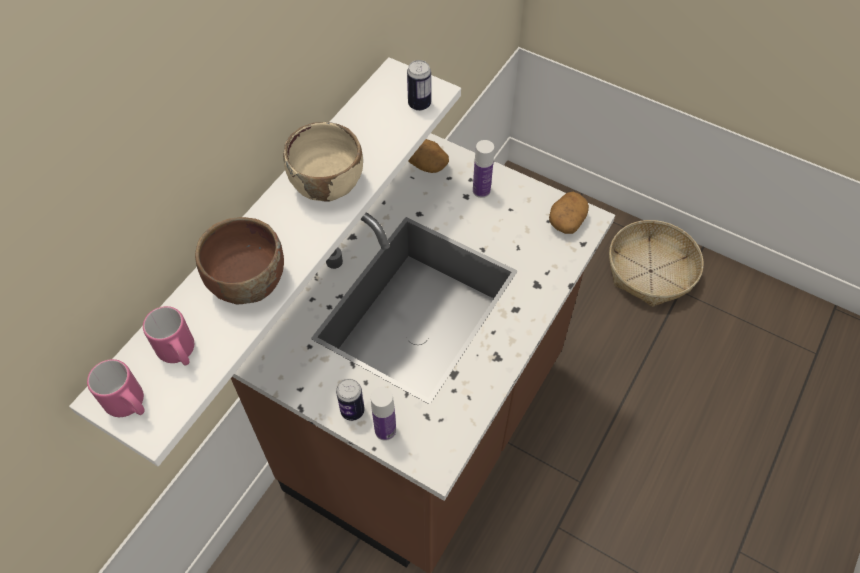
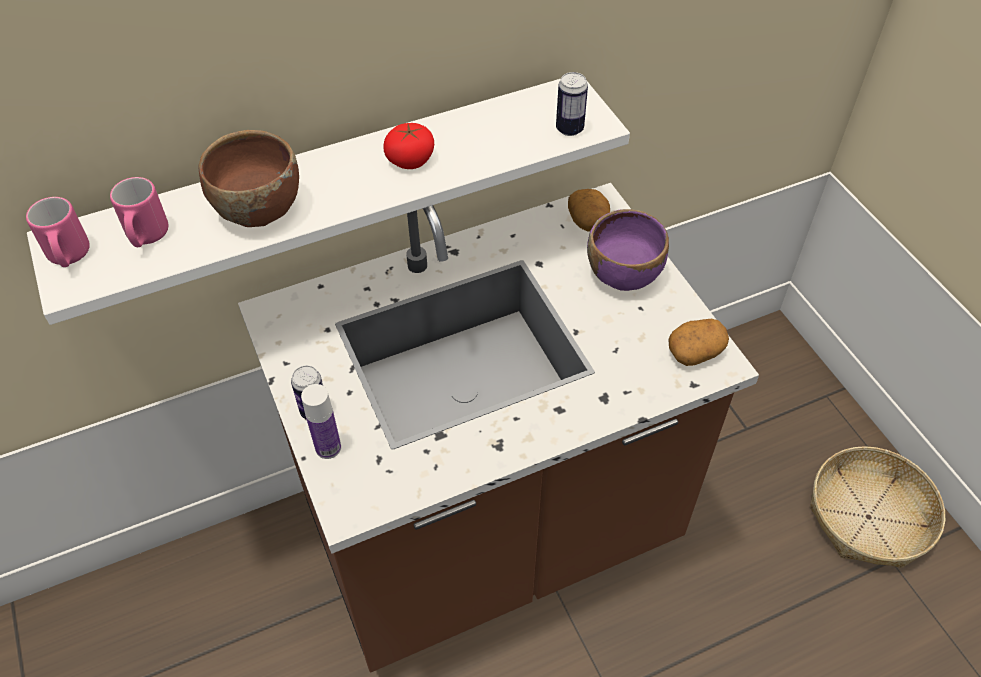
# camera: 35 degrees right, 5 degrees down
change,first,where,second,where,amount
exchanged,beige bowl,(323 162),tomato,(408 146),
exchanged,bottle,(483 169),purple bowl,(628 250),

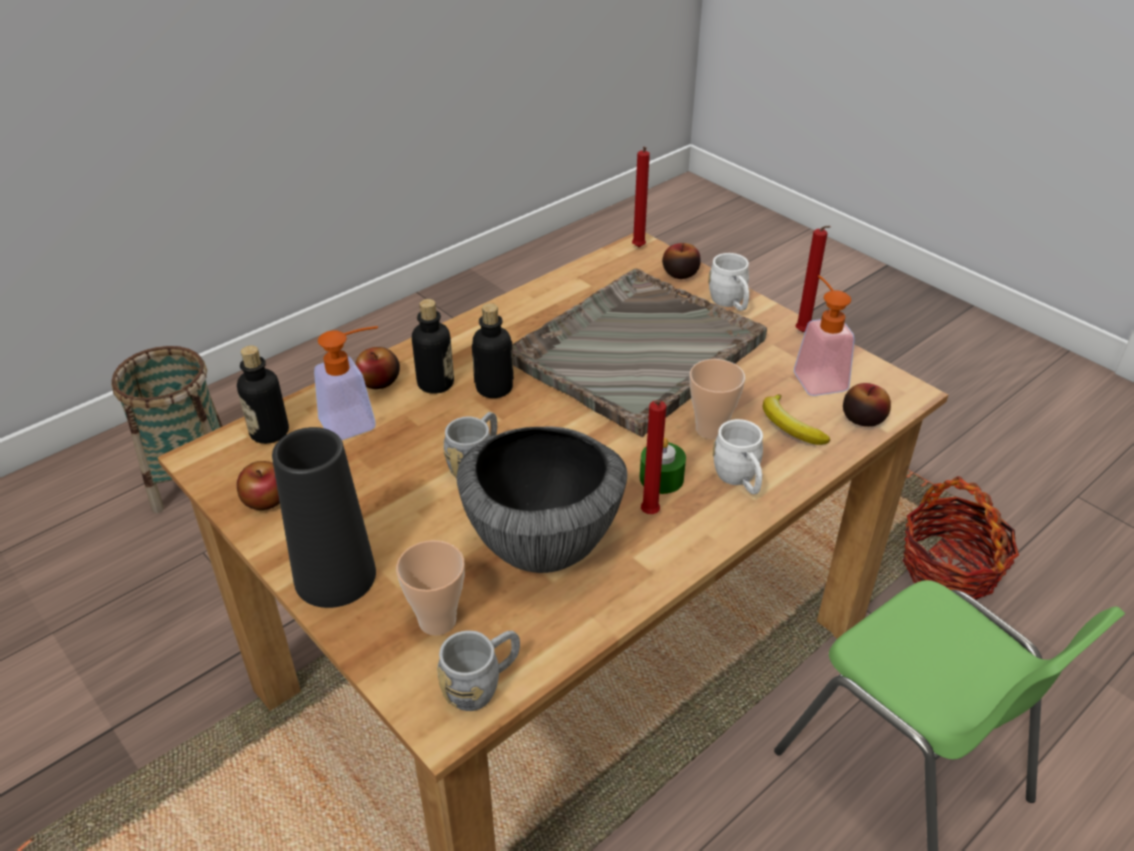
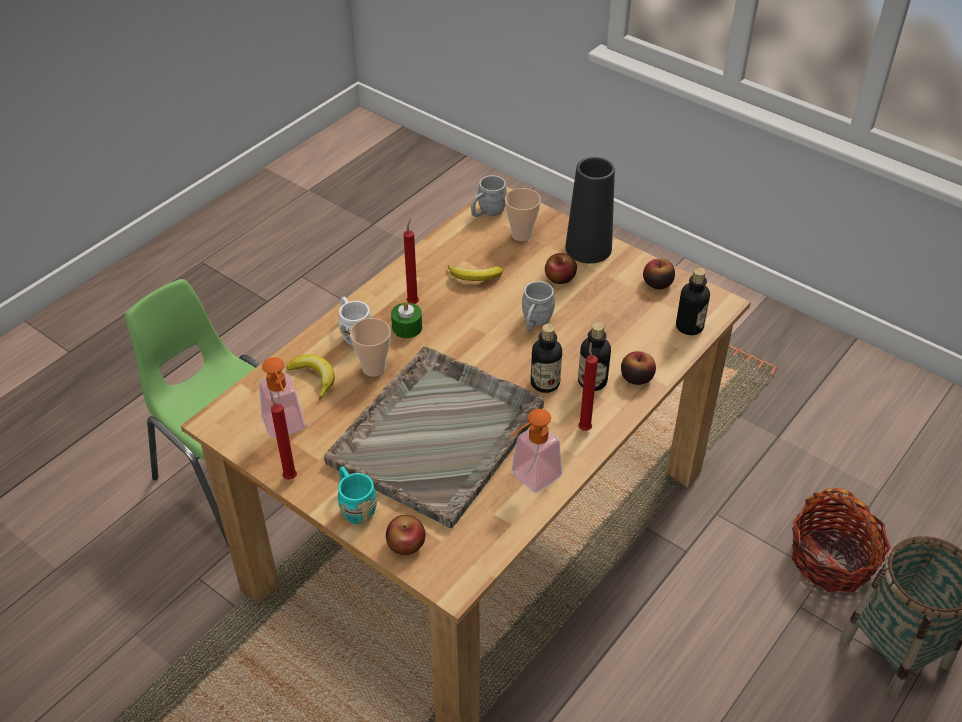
# camera: 170 degrees right, 5 degrees up
change,first,where,second,where,amount
colour,white mug,(728 282),turquoise mug,(358 495),
exchanged,bowl,(542 500),banana,(475 273),
relocated,soap dispenser,(346 383),,(536 451),
relocated,apple,(867 405),,(561 268),
relocated,red candle,(641 197),,(588 386),
relocated,basket,(960 538),,(841 540),

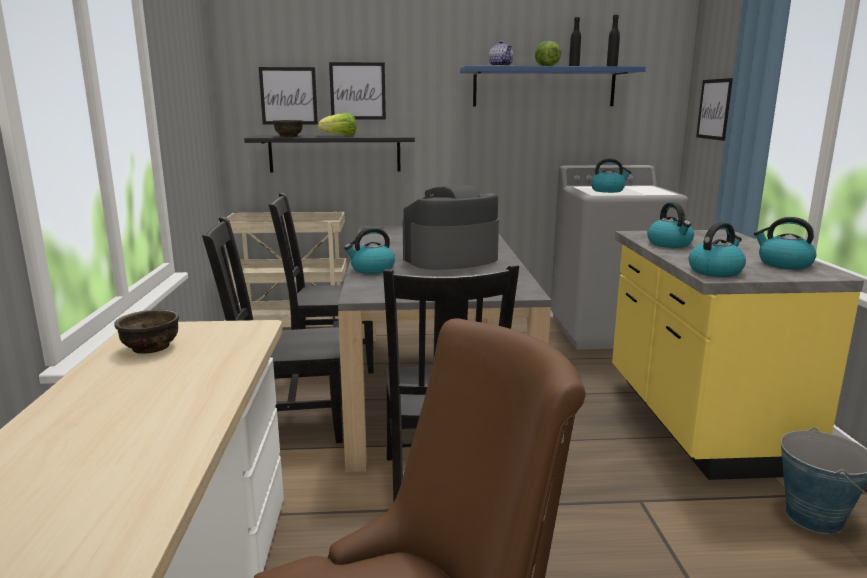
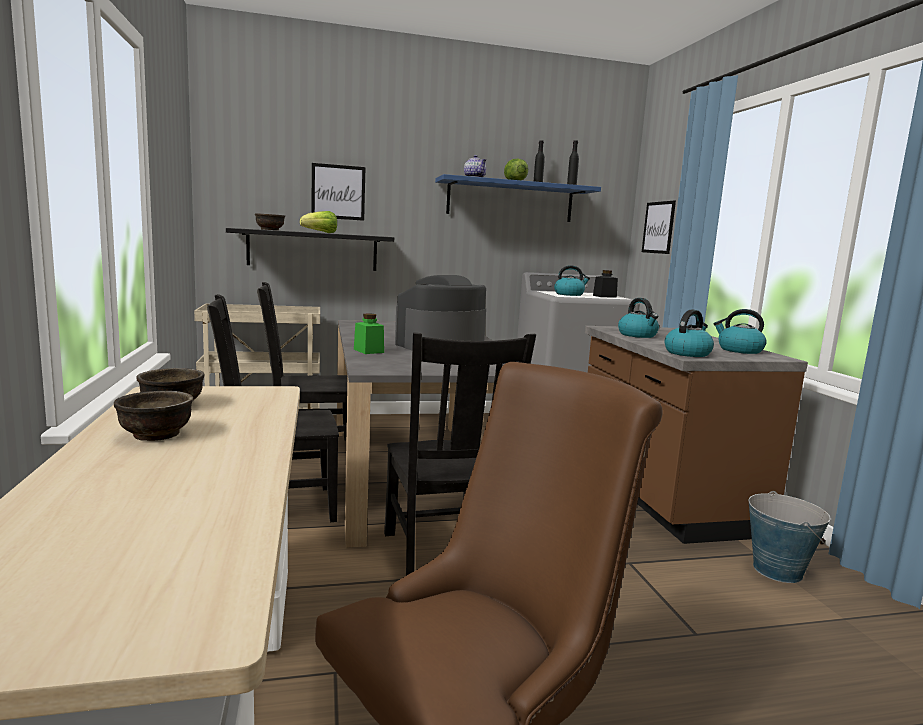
# camera: 10 degrees left, 5 degrees down
change,first,where,second,where,amount
appeared,,,brown bowl,(153 416),
exchanged,kettle,(369 250),green jar,(369 333),
colour,yellow counter,(738 355),brown counter,(696 435),
appeared,,,black jar,(605 284),
missing,picture,(288 95),,,

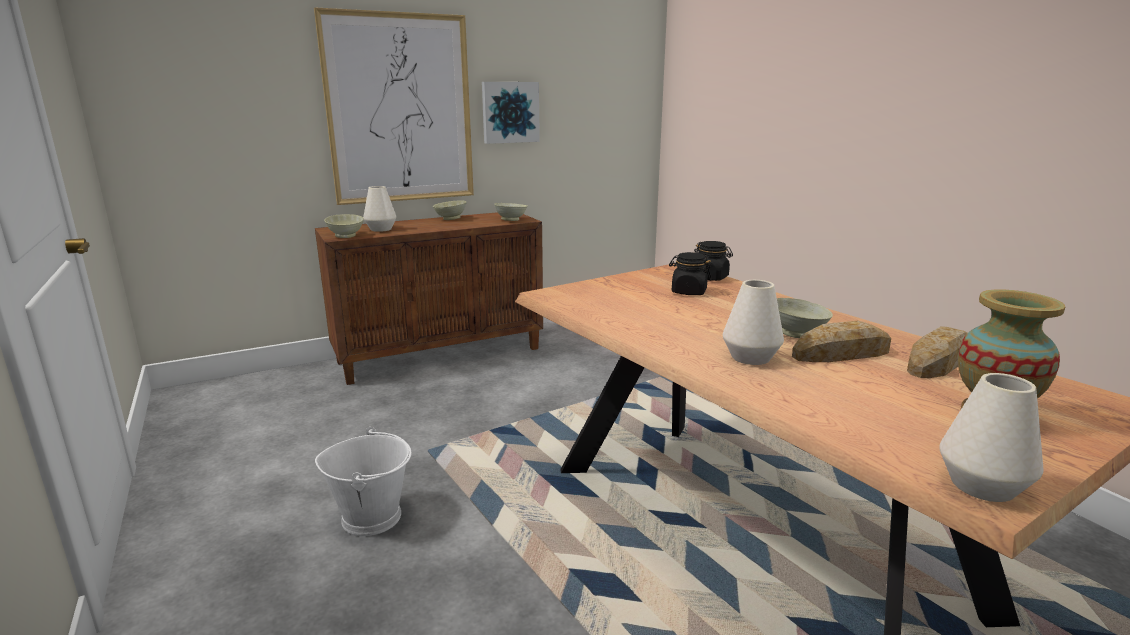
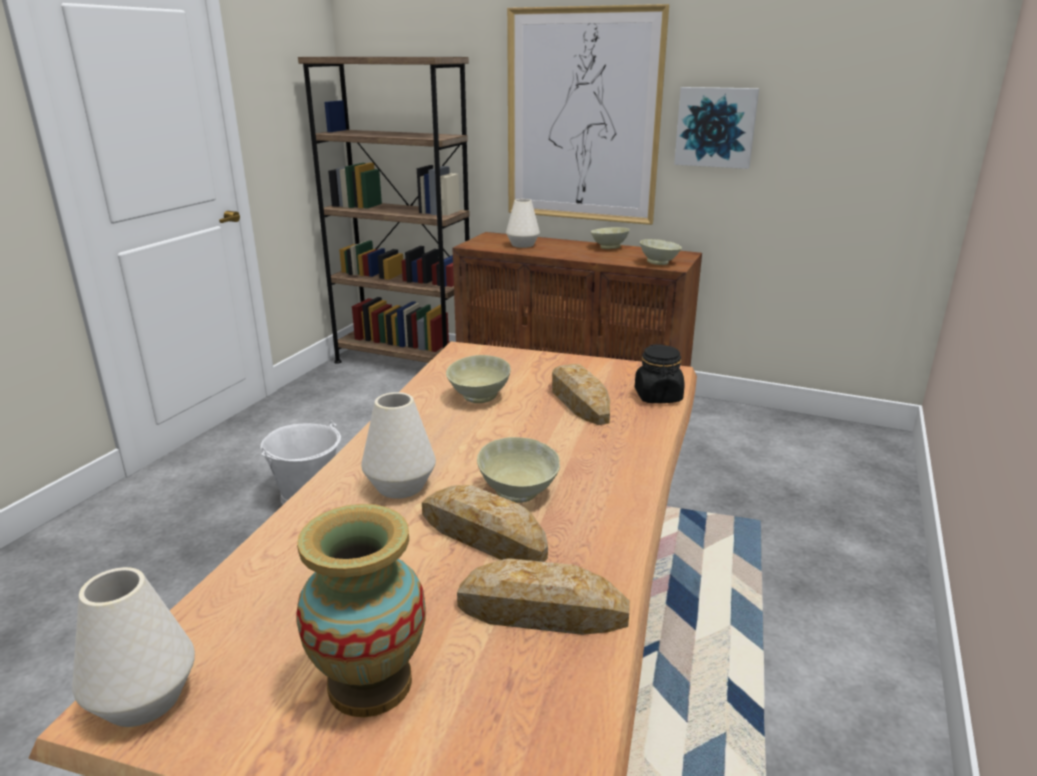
# camera: 50 degrees right, 5 degrees up
change,first,where,second,where,amount
appeared,,,brown bookcase,(384 210),
relocated,beige bowl,(344 226),,(478 379),
exchanged,black jar,(690 273),bread,(581 394),

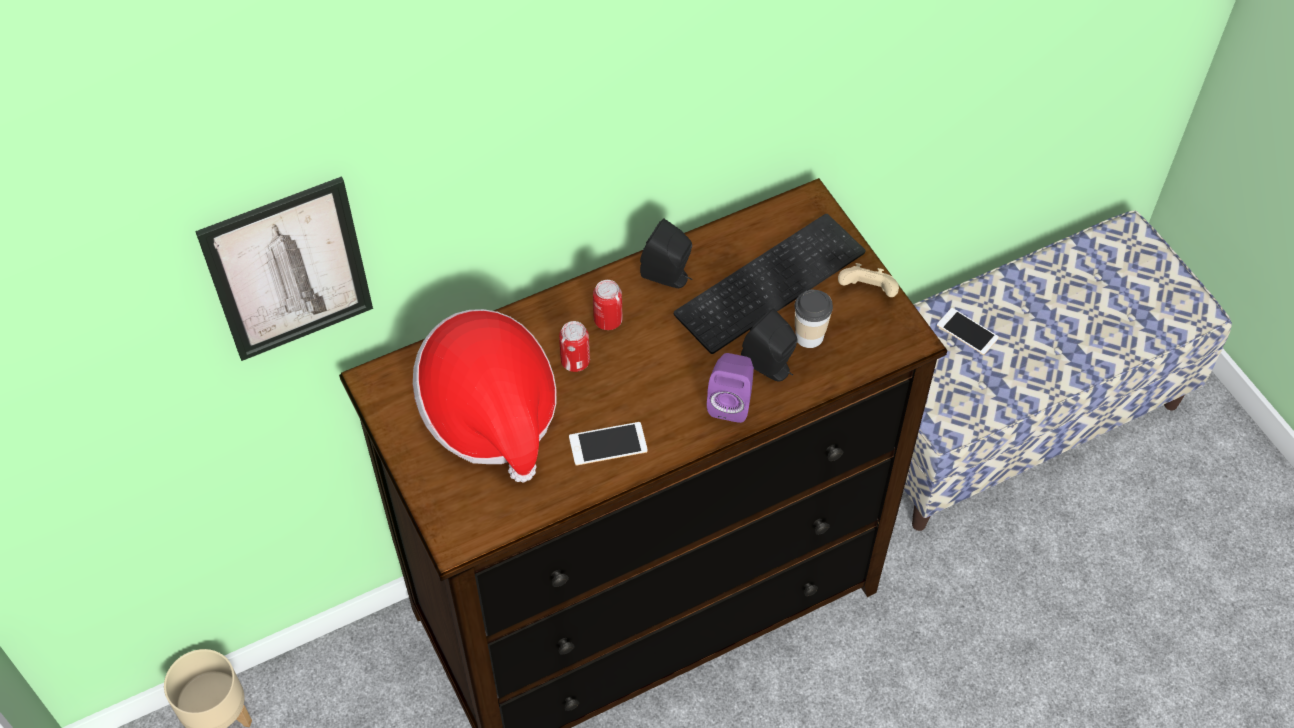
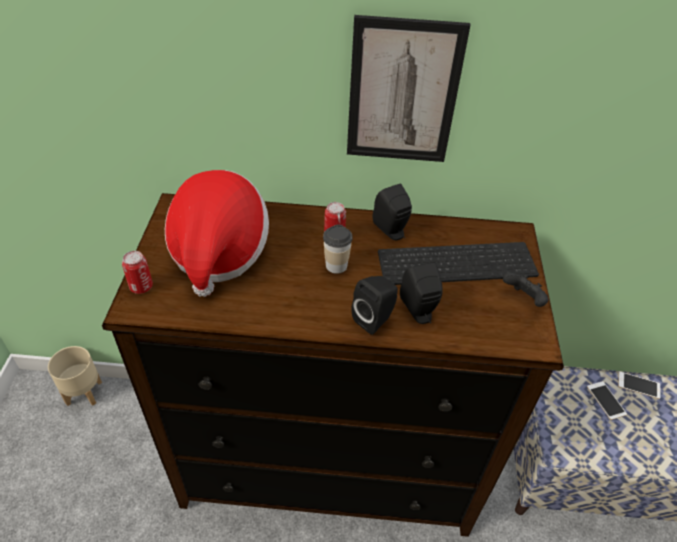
# camera: 30 degrees right, 10 degrees down
change,first,where,second,where,amount
relocated,can,(574 346),,(137 272),
relocated,cup,(814 318),,(337 249),
relocated,picture,(284 268),,(408 88),
colour,purple speaker,(730 388),black speaker,(374 305),
colour,beige game controller,(868 280),black game controller,(525 290),
relocated,phone,(608 444),,(639 385),

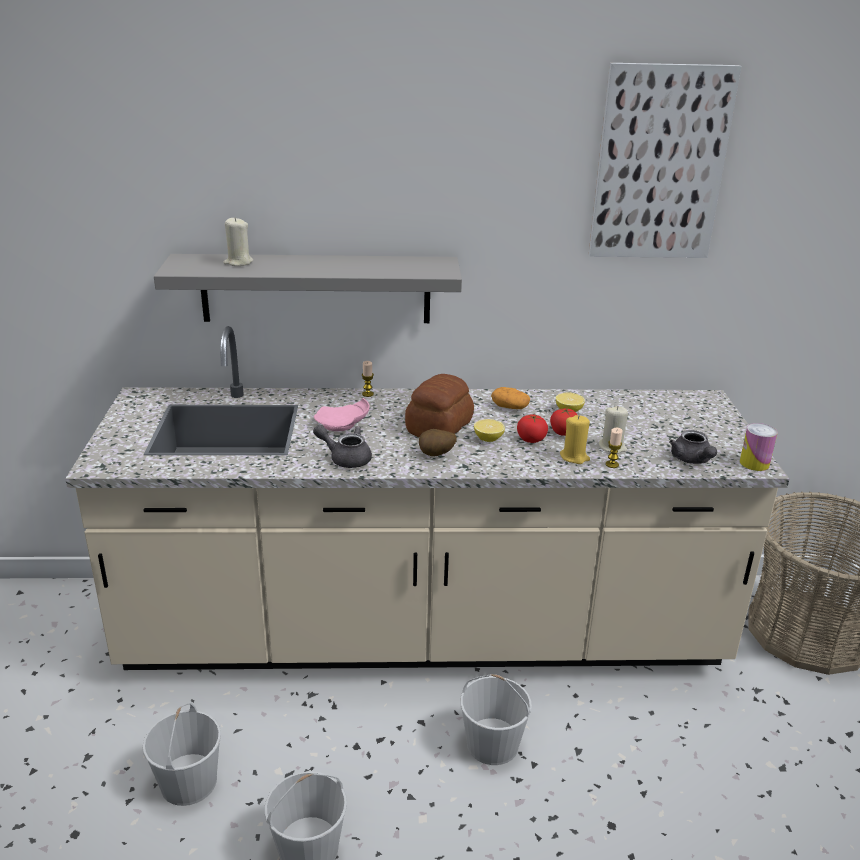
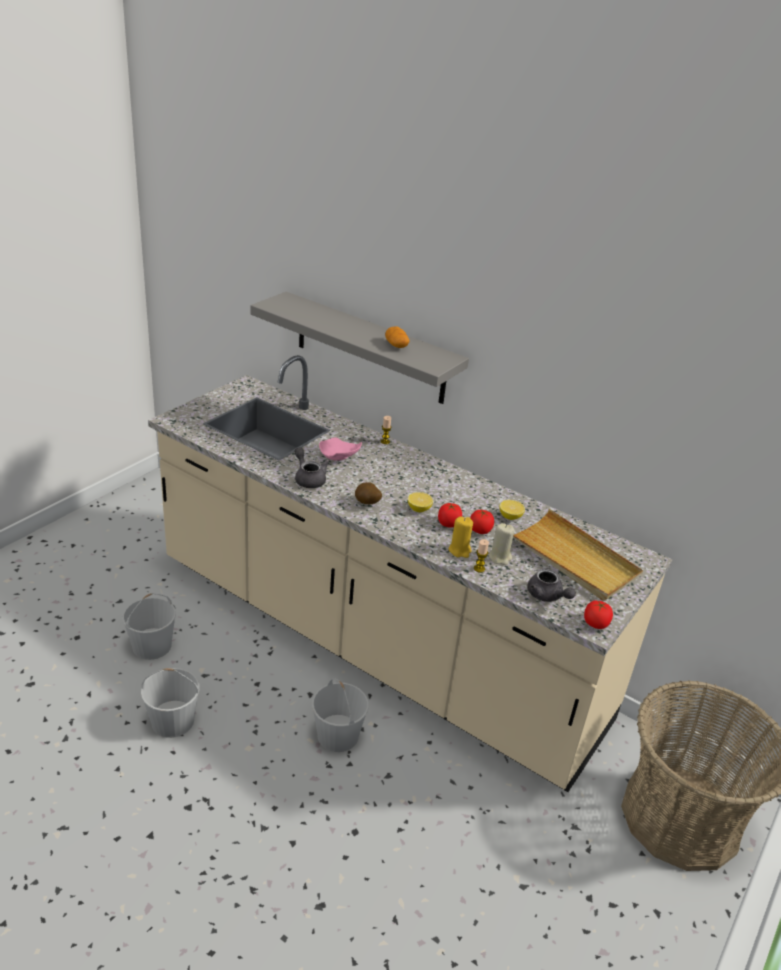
# camera: 35 degrees right, 5 degrees up
change,first,where,second,where,amount
relocated,potato,(510 398),,(397 337),
appeared,,,beige tray,(578 555),
spun,grey teapot,(693 447),,(551 585),60 degrees counterclockwise
exchanged,can,(759 447),tomato,(598 614),
missing,beige candle,(238 241),,,
missing,bread,(439 405),,,
missing,picture,(665 160),,,

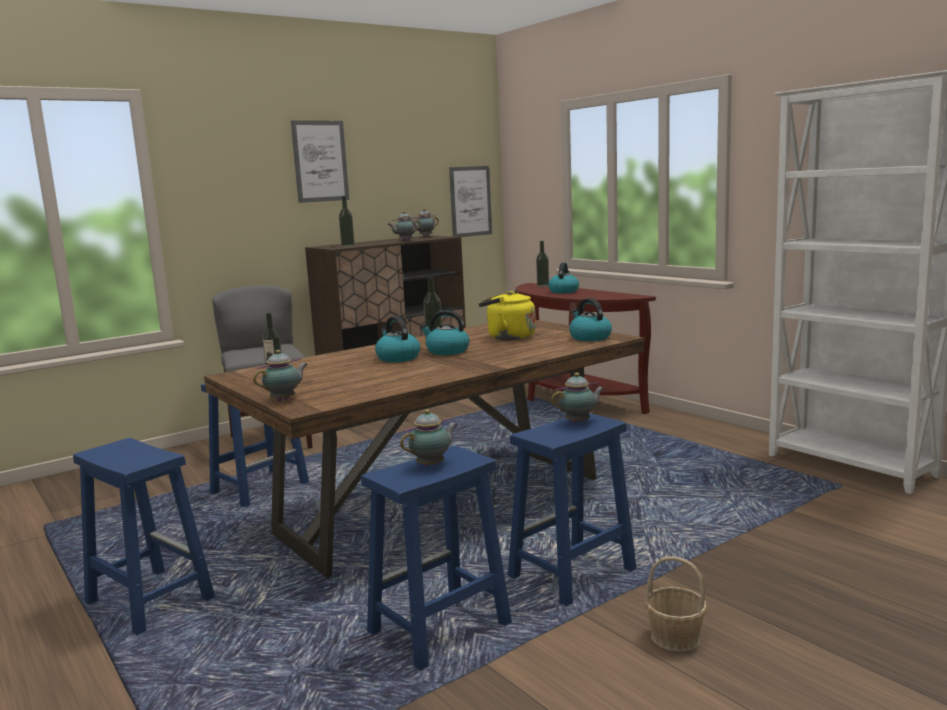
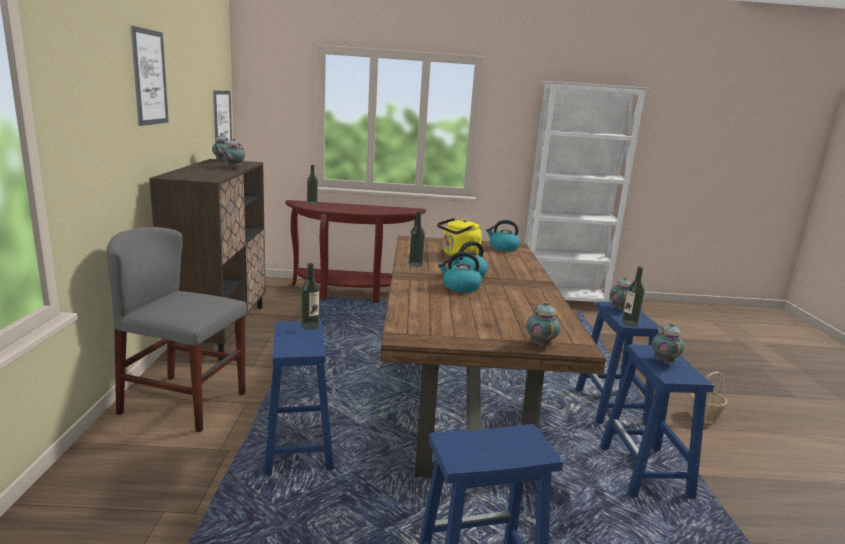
# camera: 55 degrees left, 5 degrees up
change,first,where,second,where,amount
relocated,bottle,(347 221),,(633 296),
missing,kettle,(563 277),,,

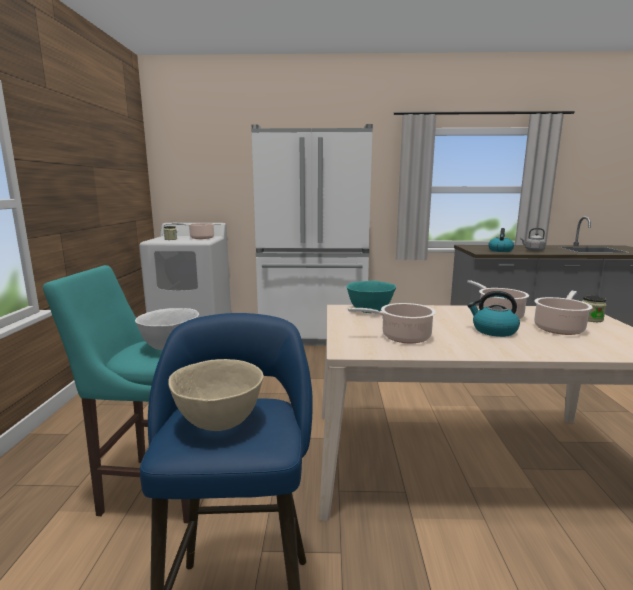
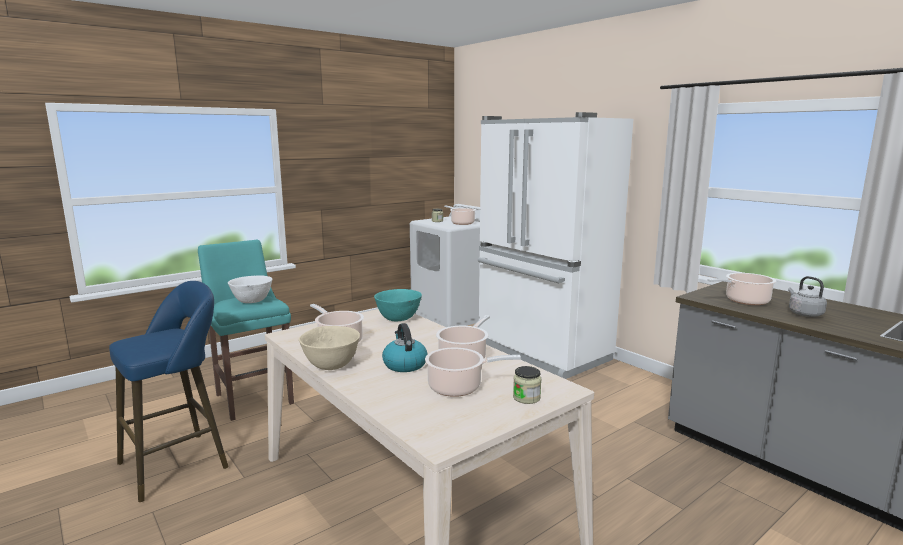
# camera: 50 degrees right, 0 degrees up
change,first,where,second,where,amount
relocated,beige bowl,(216 395),,(329 348),
exchanged,kettle,(501 240),cooking pot,(741 289),

